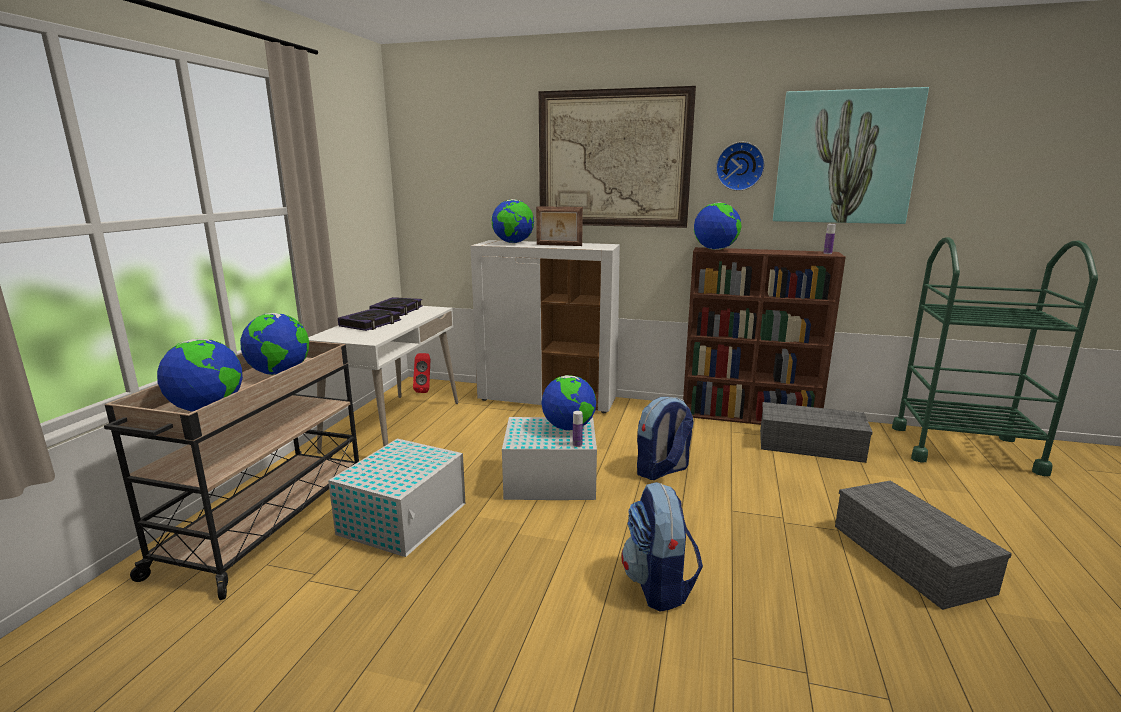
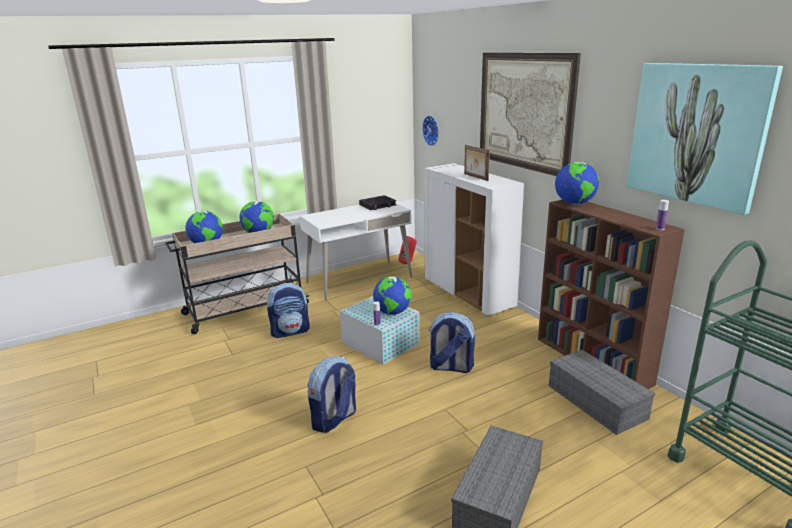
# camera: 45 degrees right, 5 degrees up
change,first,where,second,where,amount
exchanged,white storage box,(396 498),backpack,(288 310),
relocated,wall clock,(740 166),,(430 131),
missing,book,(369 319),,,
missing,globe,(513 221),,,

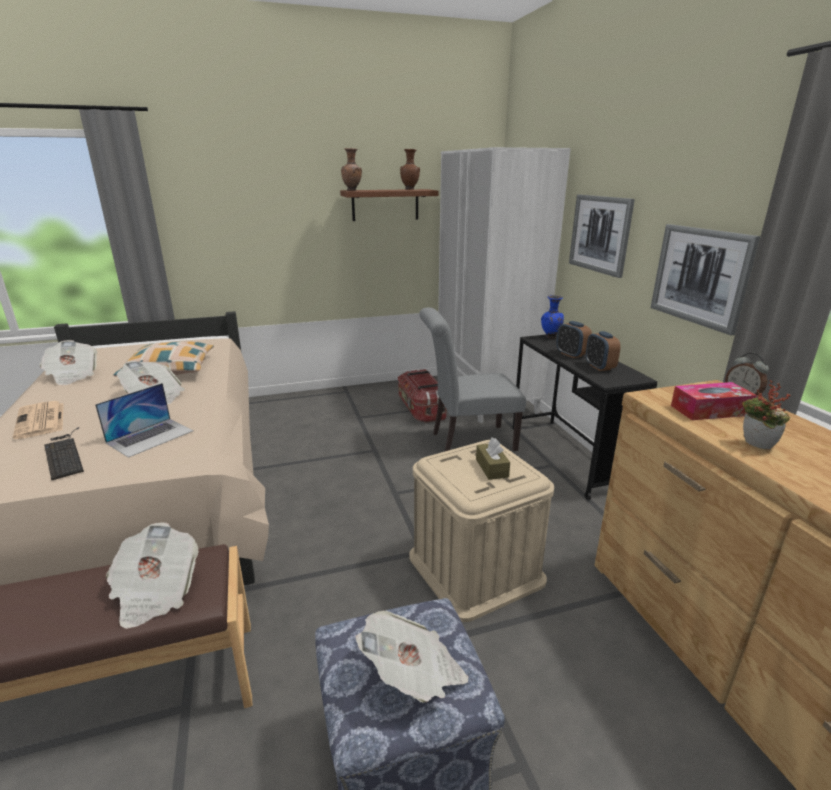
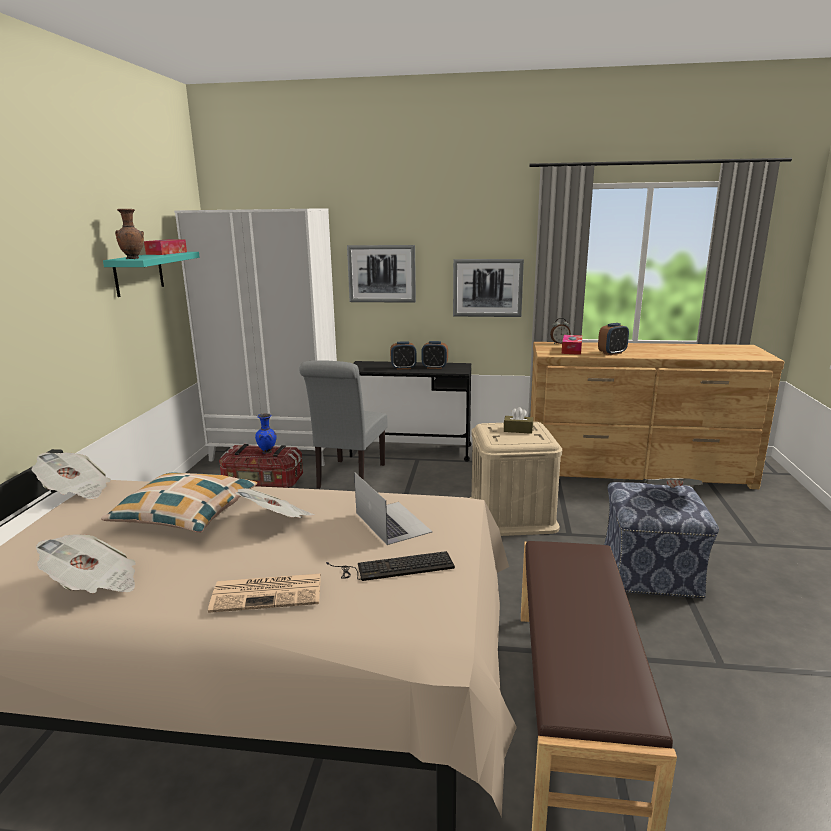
# camera: 65 degrees left, 5 degrees down
change,first,where,second,where,amount
relocated,newspaper,(152 575),,(71 475),
colour,brown shelf,(389 205),turquoise shelf,(151 274),
exchanged,brown vase,(410 169),tissue box,(165 247),
relocated,blue vase,(552 317),,(265 433),
exchanged,potted plant,(766 415),alarm clock,(613 339),

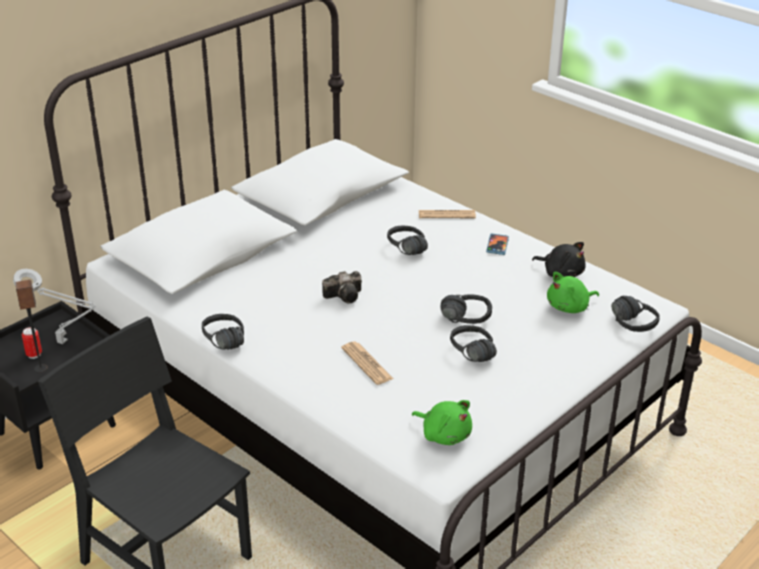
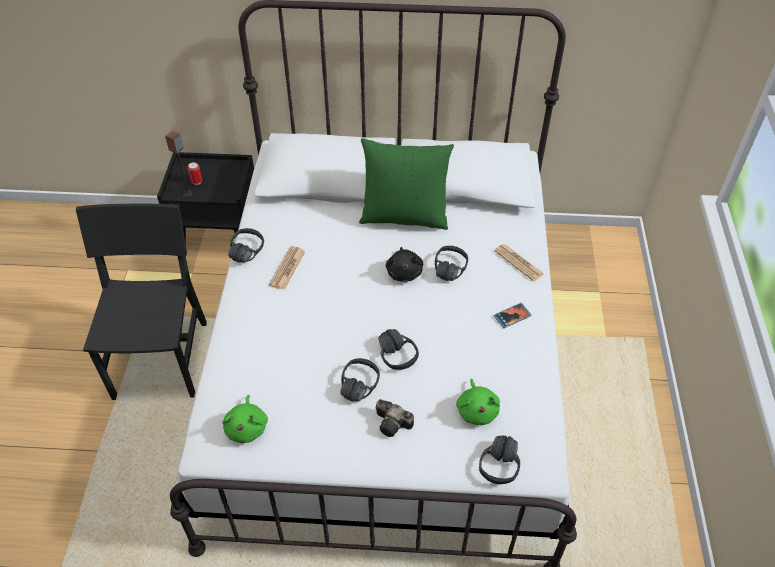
# camera: 50 degrees right, 15 degrees up
change,first,where,second,where,amount
relocated,newspaper,(367 363),,(287 268),
appeared,,,green pillow,(406 184),
relocated,photo camera,(342 287),,(394 418),
relocated,black plush toy,(559 259),,(404 264),
spun,green plush toy,(573 292),,(478 402),120 degrees counterclockwise
missing,grey table lamp,(54 306),,,

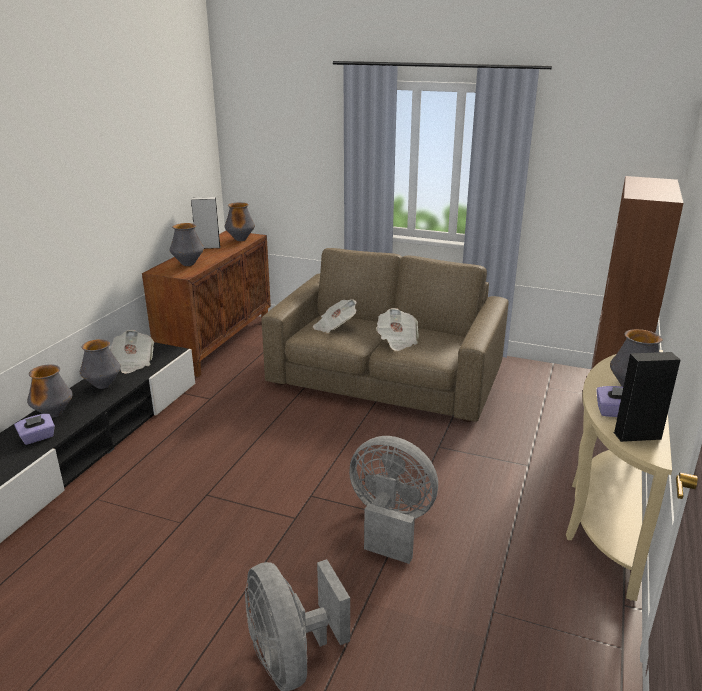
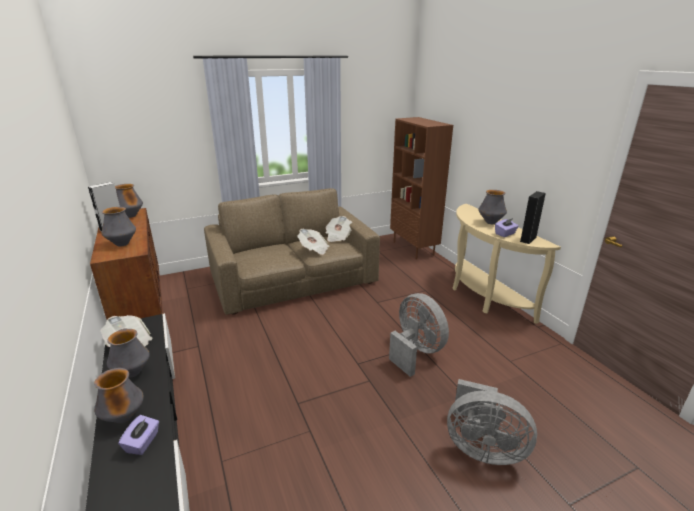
# camera: 45 degrees left, 0 degrees up
change,first,where,second,where,amount
relocated,newspaper,(335 316),,(339 229),
spun,grey fan,(393 500),,(419 335),75 degrees clockwise

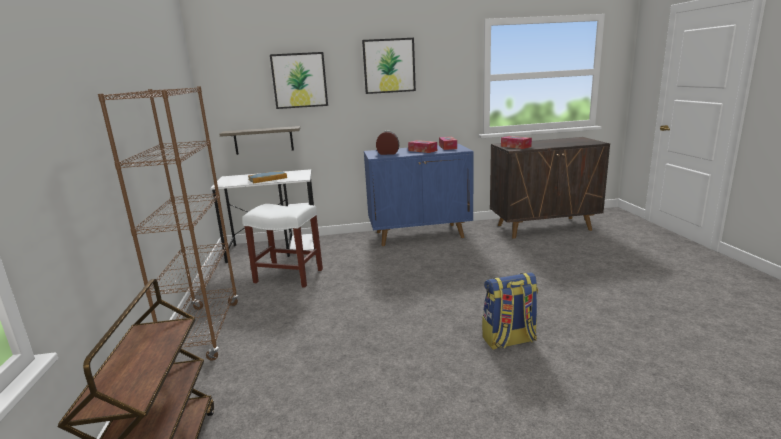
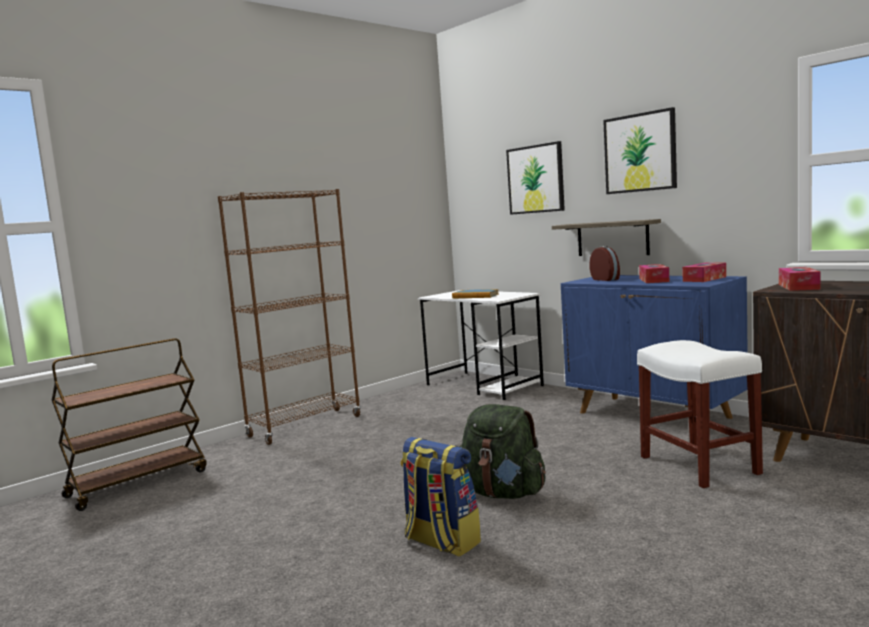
# camera: 55 degrees right, 10 degrees down
change,first,where,second,where,amount
appeared,,,green backpack,(502 451),
relocated,shelf,(259 140),,(606 237),
relocated,white stool,(282 246),,(700 414),

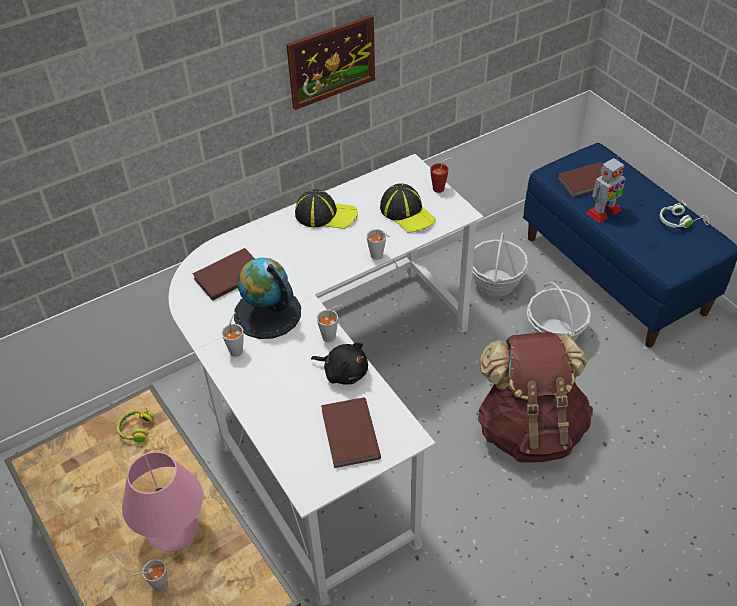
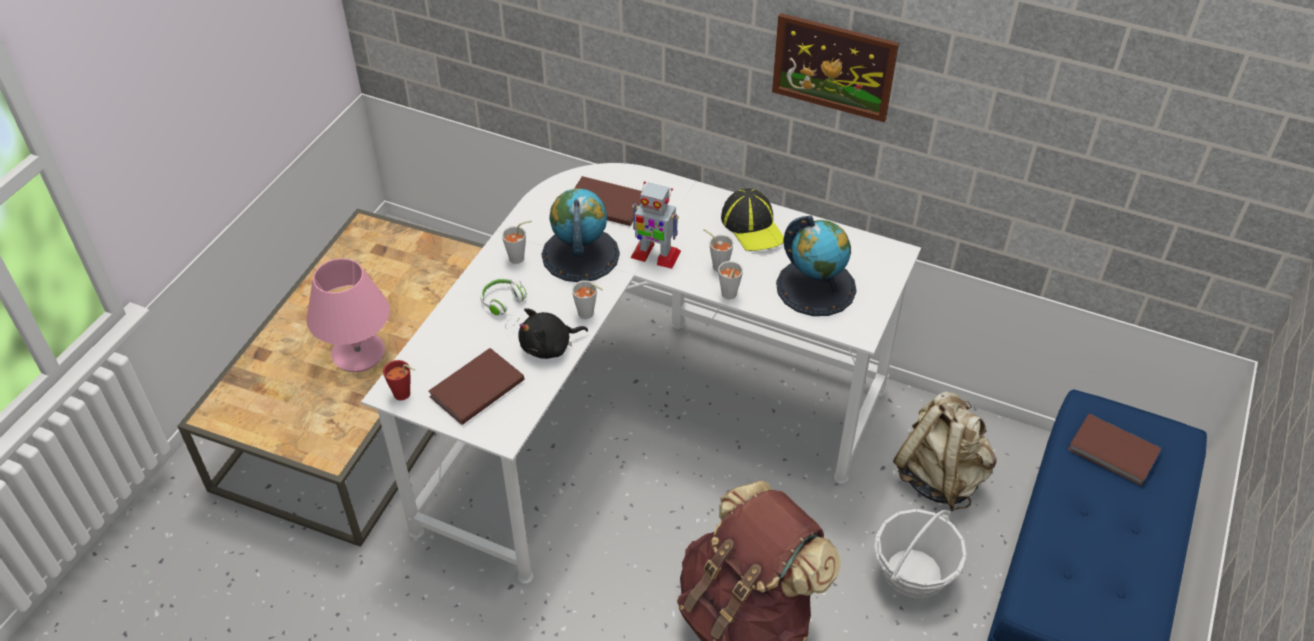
# camera: 55 degrees right, 0 degrees up
change,first,where,second,where,amount
relocated,red cup,(441 175),,(399 380),
relocated,white headphones,(684 213),,(503 303),
spun,black plush toy,(339 363),,(553 333),75 degrees clockwise
relocated,toy robot,(606 189),,(655 225),
relocated,grey cup,(150 575),,(718 250),
exchanged,cap,(408 208),globe,(816 266),
exchanged,basket,(500 264),beige backpack,(945 451),
missing,yellow headphones,(140 427),,,

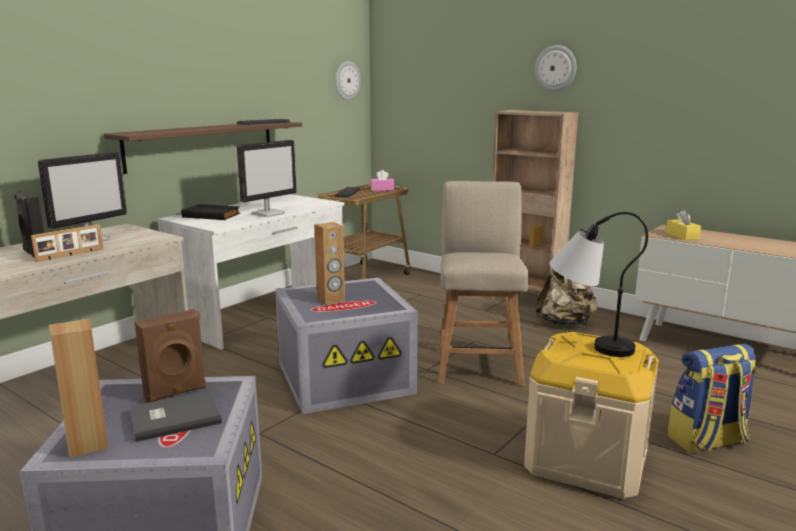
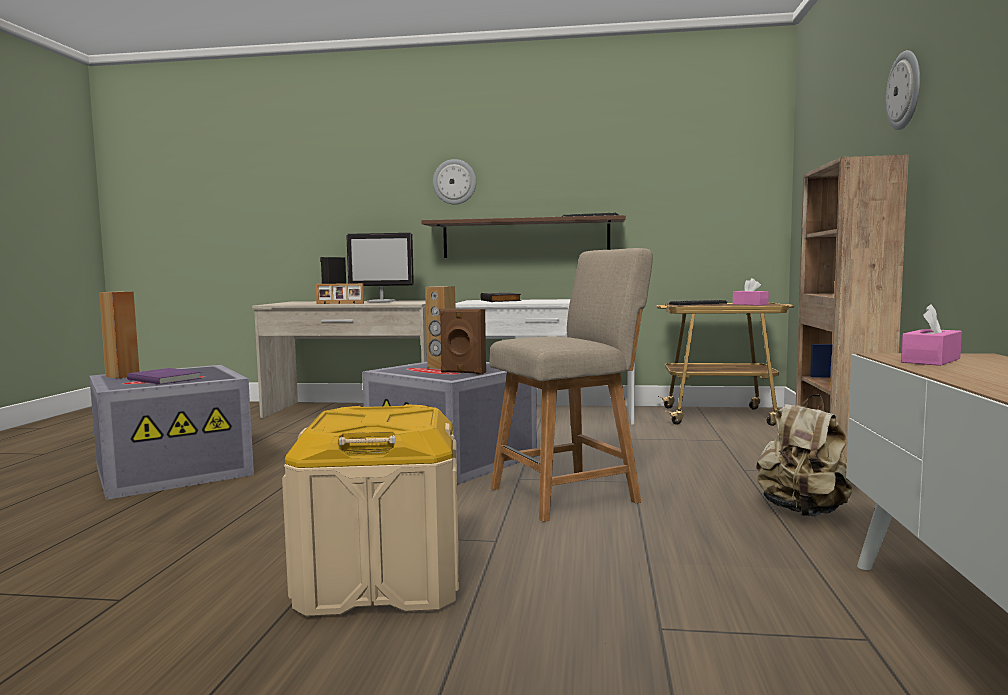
# camera: 60 degrees right, 10 degrees down
change,first,where,second,where,amount
colour,grey book,(176 416),purple book,(164 376),
relocated,wall clock,(348 80),,(454 182),
relocated,brown speaker,(170 356),,(462 342),
colour,yellow tissue box,(683 225),pink tissue box,(931 335),
missing,monitor,(267 178),,,
missing,table lamp,(598 284),,,
missing,backpack,(712 398),,,

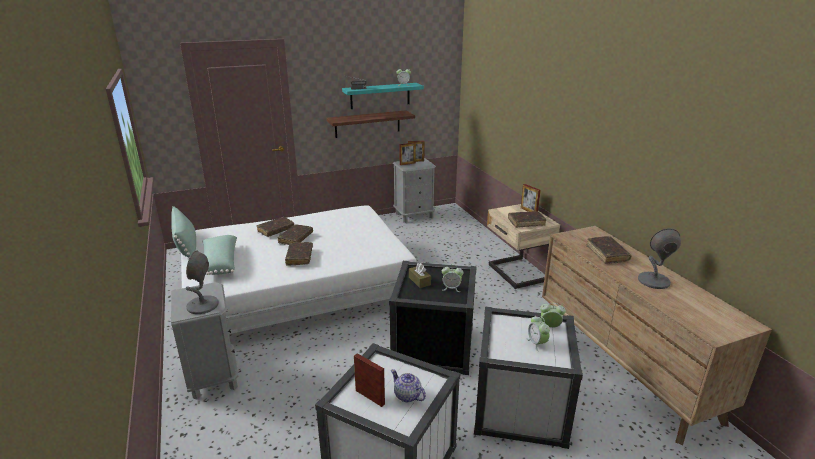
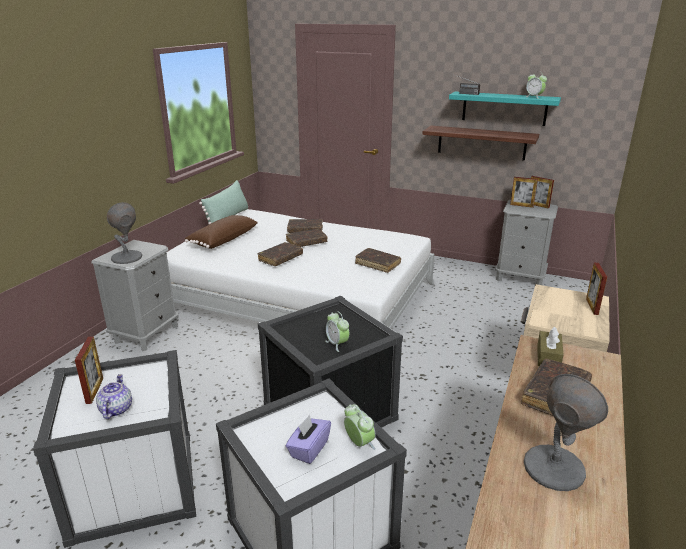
# camera: 45 degrees right, 0 degrees up
change,first,where,second,where,amount
colour,green pillow,(219 255),brown pillow,(221 232),
exchanged,alarm clock,(538 333),purple tissue box,(308 439),
relocated,brown book,(527 219),,(378 260),
relocated,brown tissue box,(420 275),,(550 346),

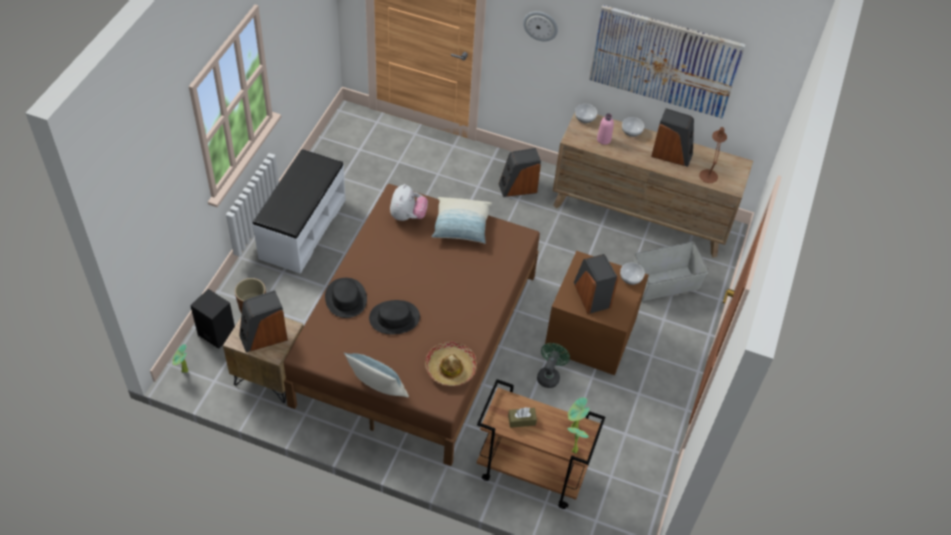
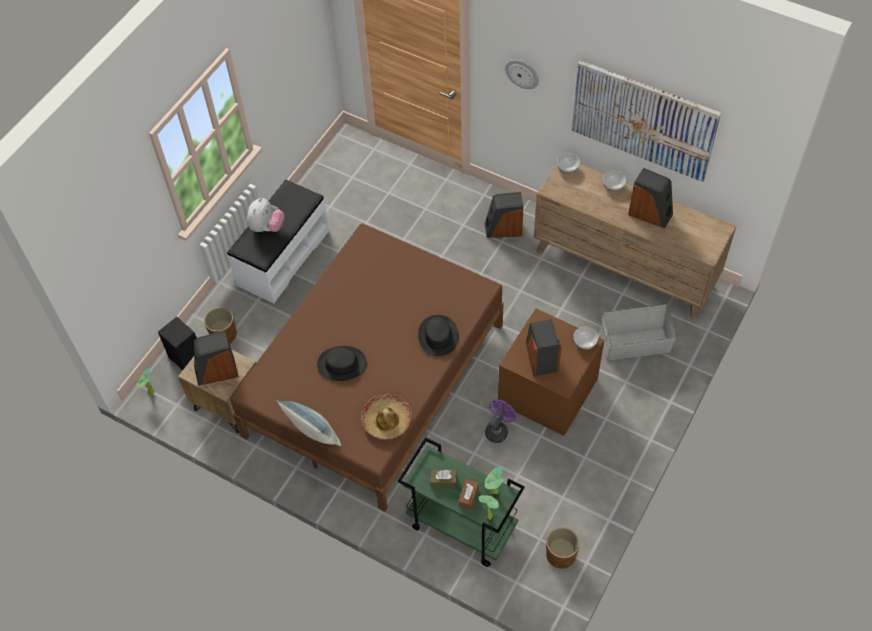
# camera: 15 degrees right, 5 degrees up
change,first,where,second,where,amount
relocated,plush toy,(409 202),,(265 215),
colour,brown cart,(541 444),green cart,(461 502),
relocated,black hat,(346 298),,(438 335),
appeared,,,brown tissue box,(468 494),
colour,green fan,(553 365),purple fan,(500 421),
appeared,,,brown planter,(563 548),
missing,pillow,(462 220),,,
missing,pink bottle,(605 129),,,
missing,brown table lamp,(713 155),,,

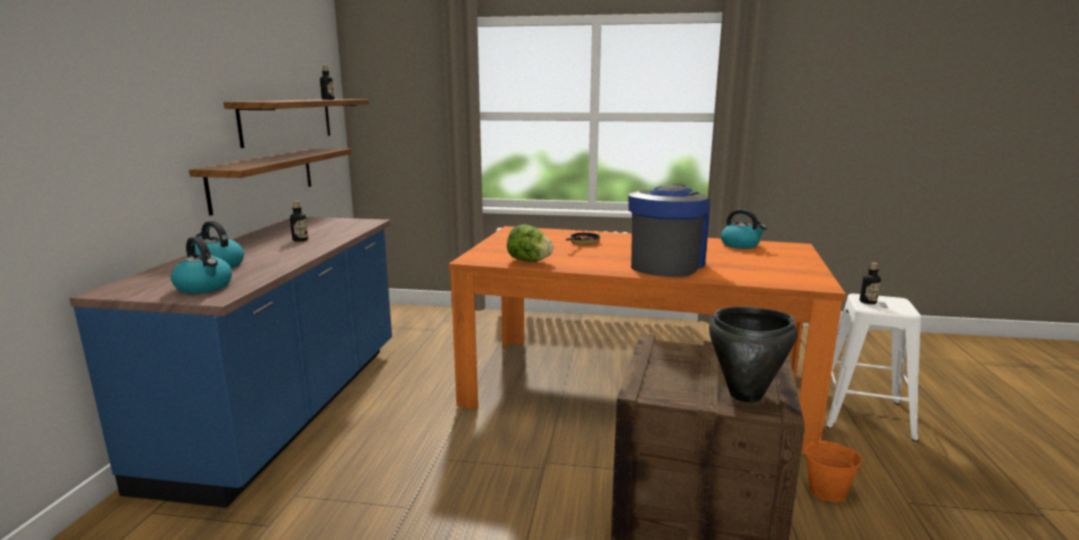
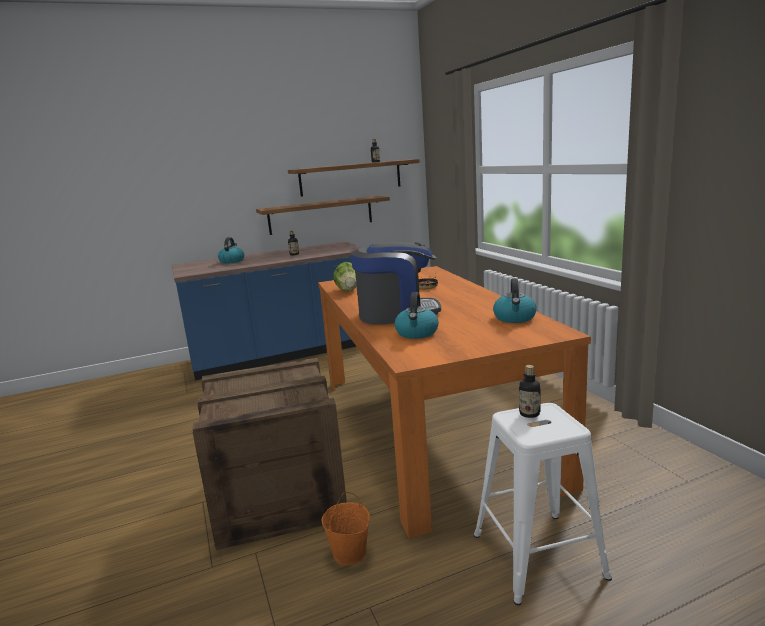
# camera: 60 degrees right, 0 degrees up
change,first,where,second,where,amount
relocated,kettle,(201 264),,(417 315),
missing,black cooking pot,(753 354),,,

